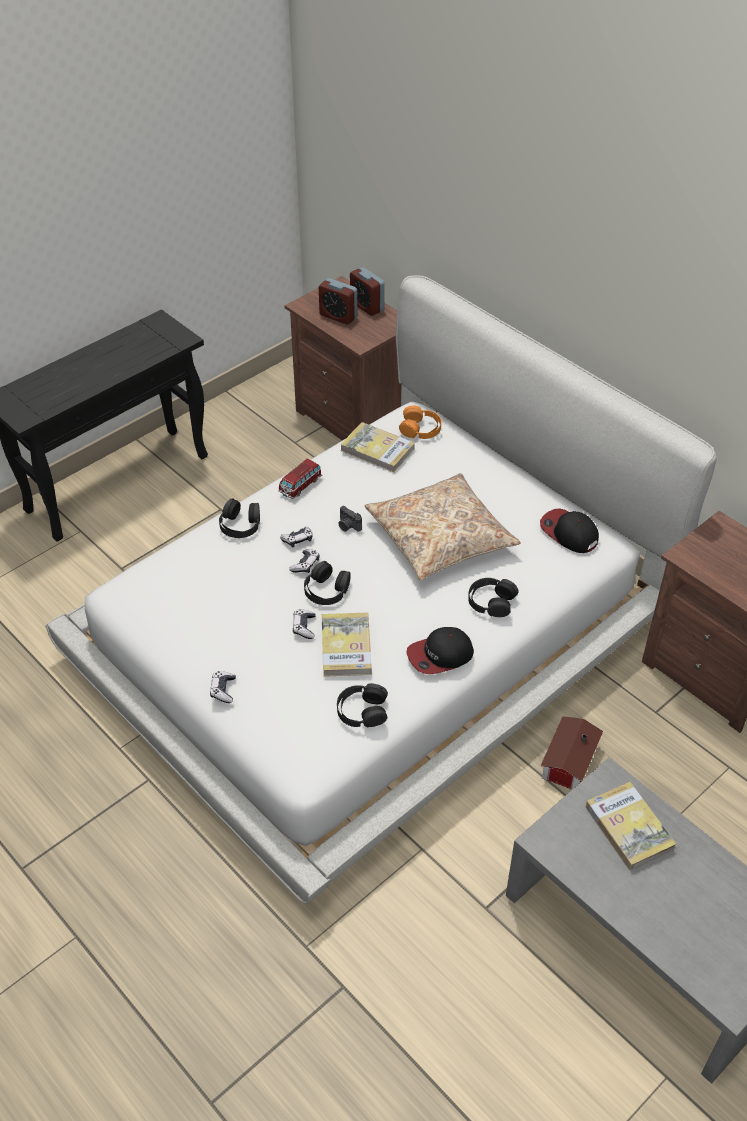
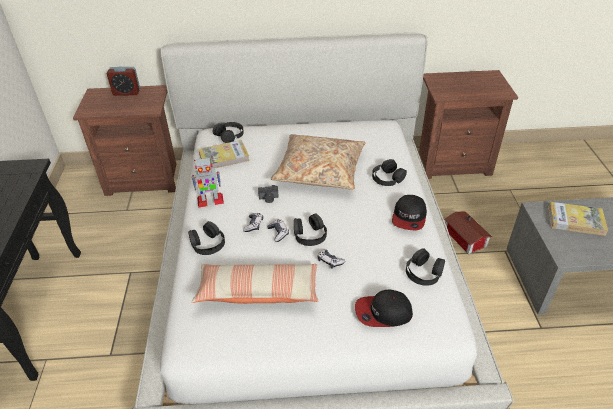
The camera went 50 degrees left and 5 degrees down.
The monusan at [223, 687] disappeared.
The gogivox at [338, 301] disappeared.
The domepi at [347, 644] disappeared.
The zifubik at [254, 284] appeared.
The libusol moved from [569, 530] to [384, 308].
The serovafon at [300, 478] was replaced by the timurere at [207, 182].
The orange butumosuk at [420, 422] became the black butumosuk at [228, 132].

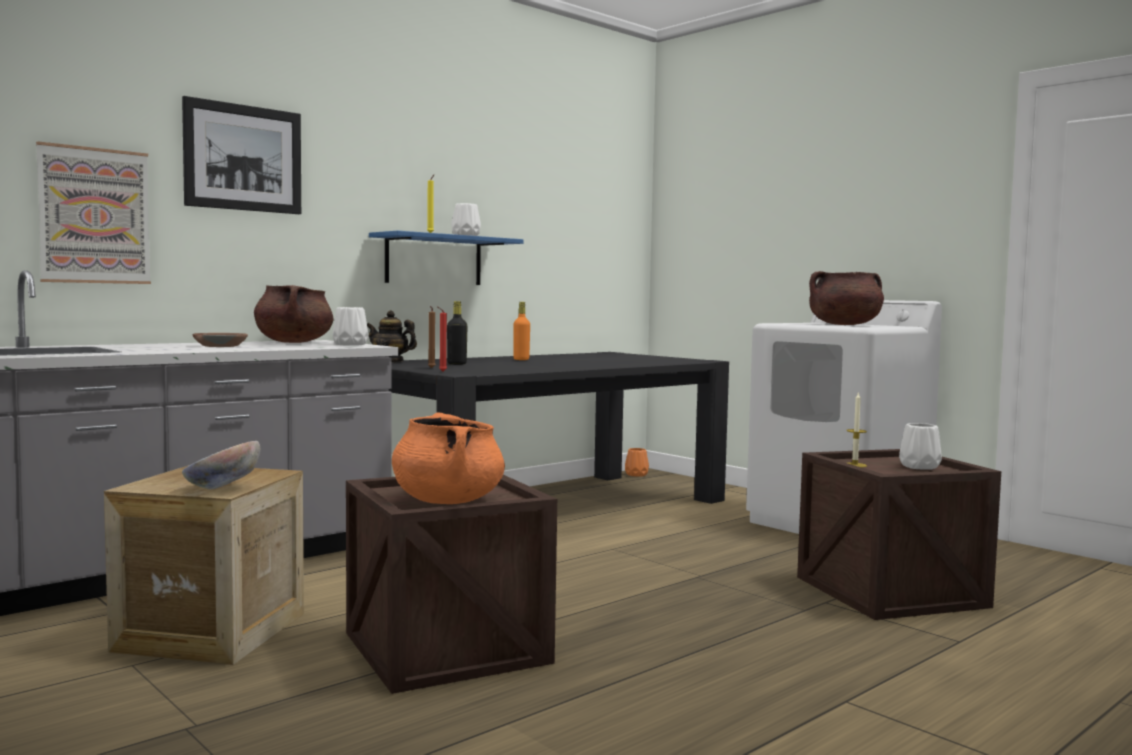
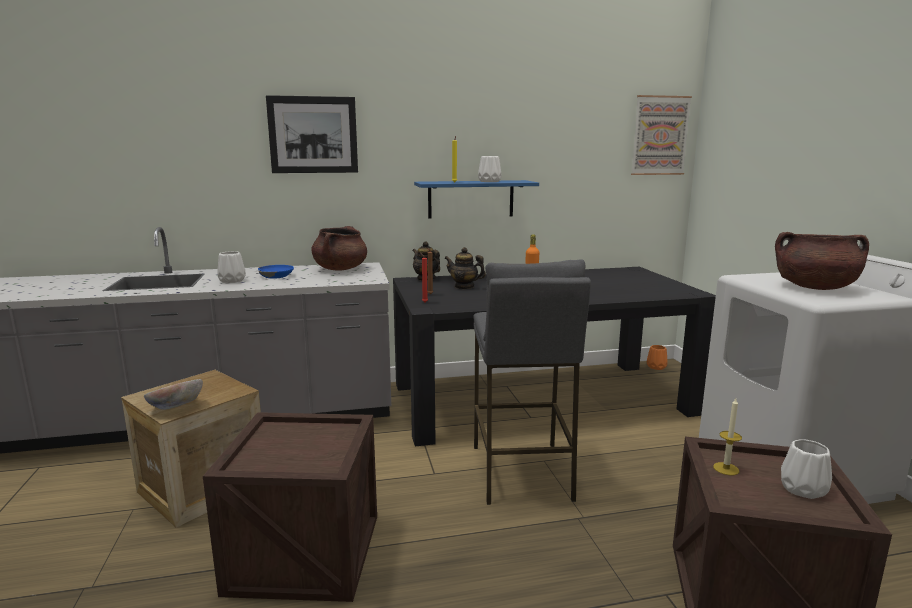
The camera went 30 degrees right and 10 degrees up.
The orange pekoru at [448, 458] disappeared.
The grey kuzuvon at [532, 382] appeared.
The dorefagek moved from [93, 212] to [661, 135].
The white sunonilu moved from [350, 326] to [231, 267].
The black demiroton at [457, 333] was replaced by the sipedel at [465, 268].
The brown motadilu at [220, 340] became the blue motadilu at [276, 272].

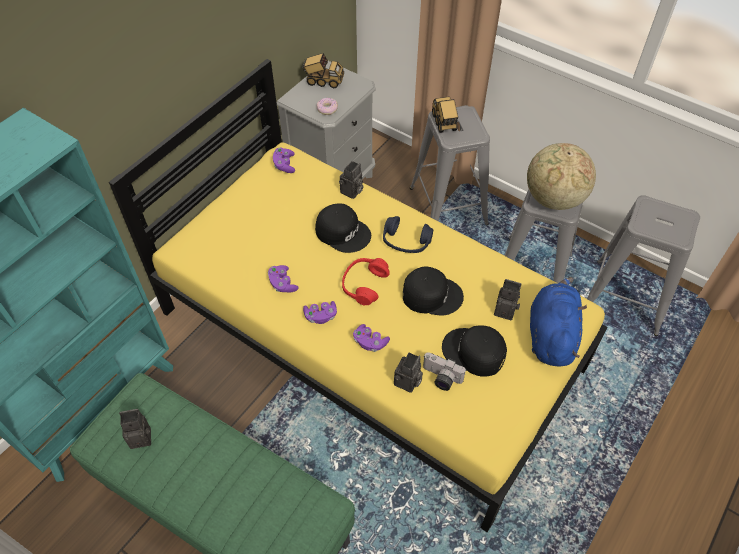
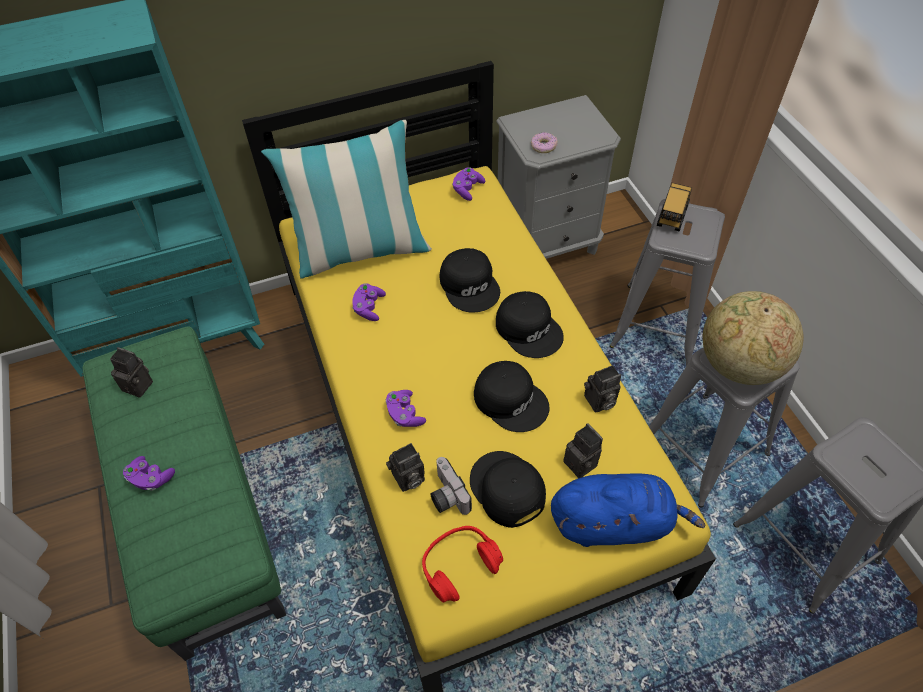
The camera went 35 degrees right and 0 degrees up.
The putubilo at [323, 70] disappeared.
The zifubik at [346, 199] appeared.
The purple monusan moved from [320, 312] to [149, 473].
The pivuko moved from [351, 180] to [602, 389].
The red butumosuk moved from [365, 282] to [462, 564].
The blue butumosuk at [408, 234] was replaced by the black libusol at [530, 324].
The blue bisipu at [558, 321] turned 45 degrees clockwise.

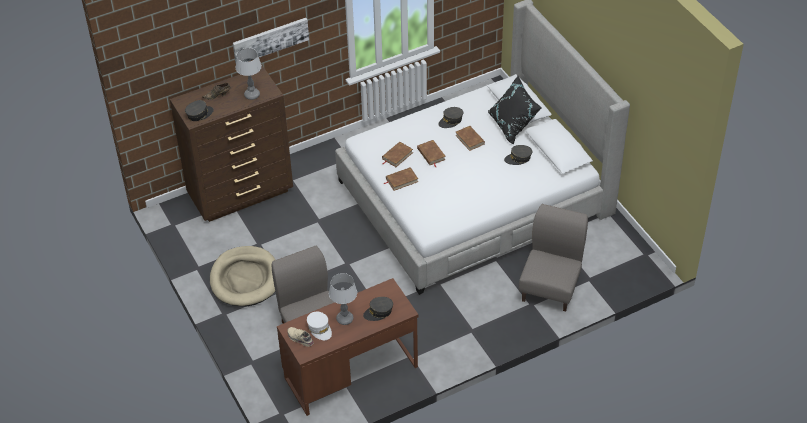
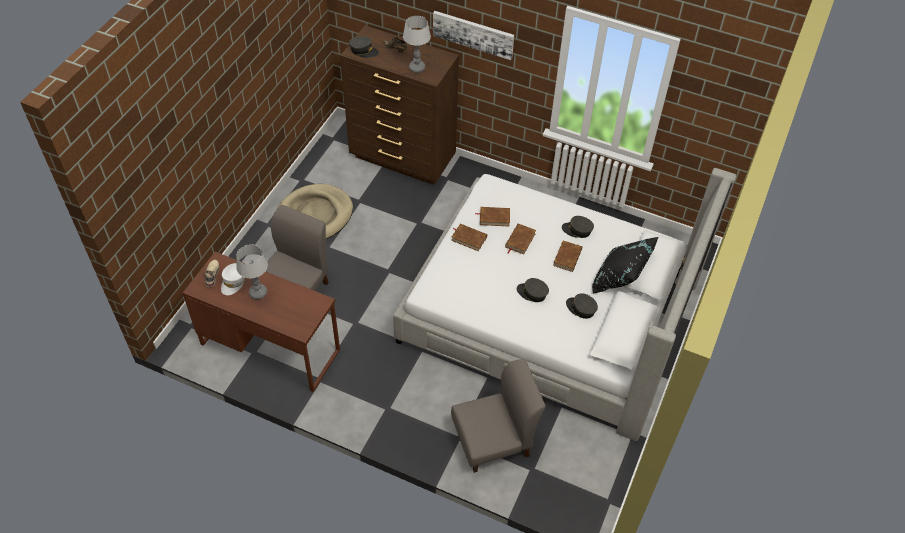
The camera went 50 degrees right and 5 degrees up.
The grey libusol moved from [378, 309] to [533, 290].

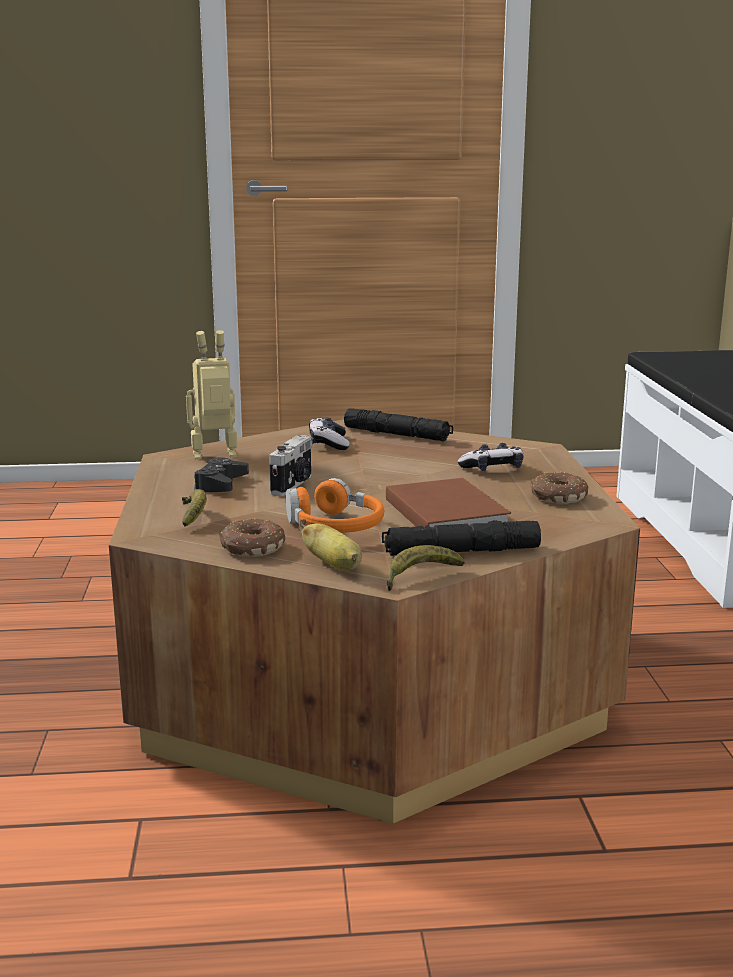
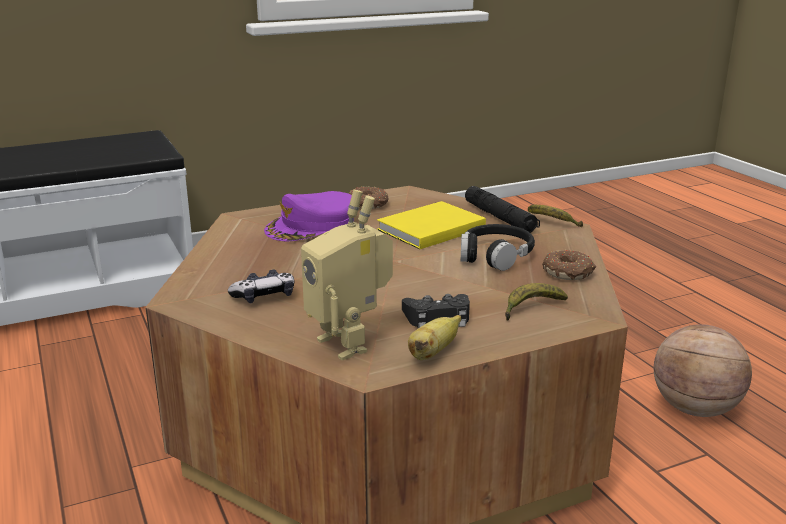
The camera went 110 degrees left and 5 degrees up.
The pivuko at [290, 465] disappeared.
The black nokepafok at [398, 425] disappeared.
The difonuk at [703, 370] appeared.
The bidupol moved from [330, 545] to [434, 337].
The monusan at [490, 457] was replaced by the purple libusol at [308, 216].
The orange butumosuk at [335, 505] became the black butumosuk at [498, 247].
The brown domepi at [448, 502] became the yellow domepi at [431, 225].

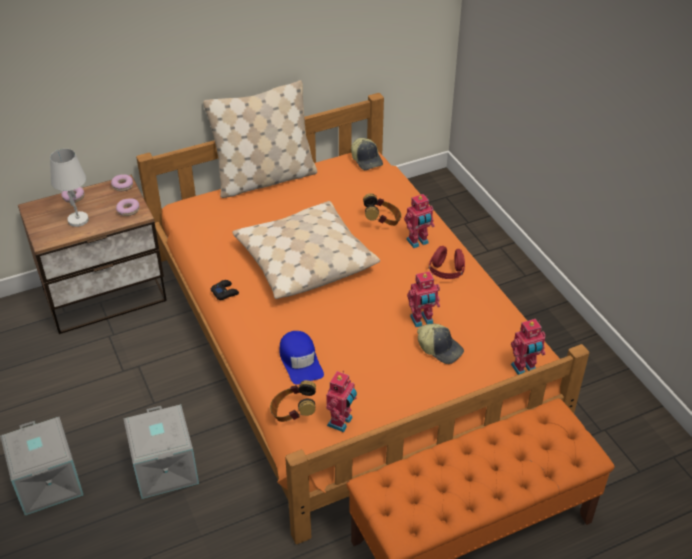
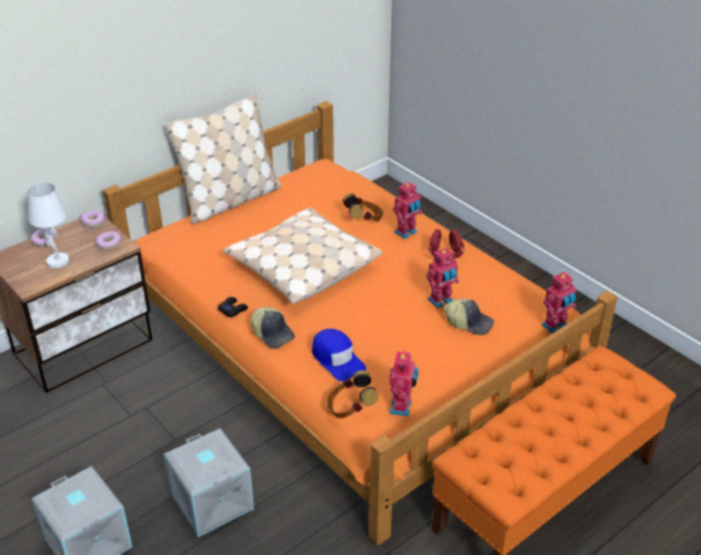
The camera went 15 degrees left and 5 degrees down.
The libusol moved from [367, 154] to [273, 328].

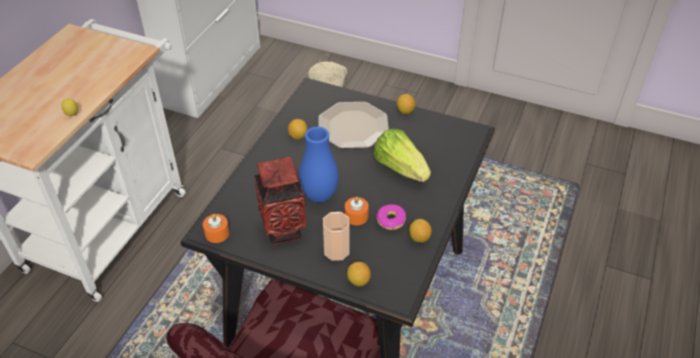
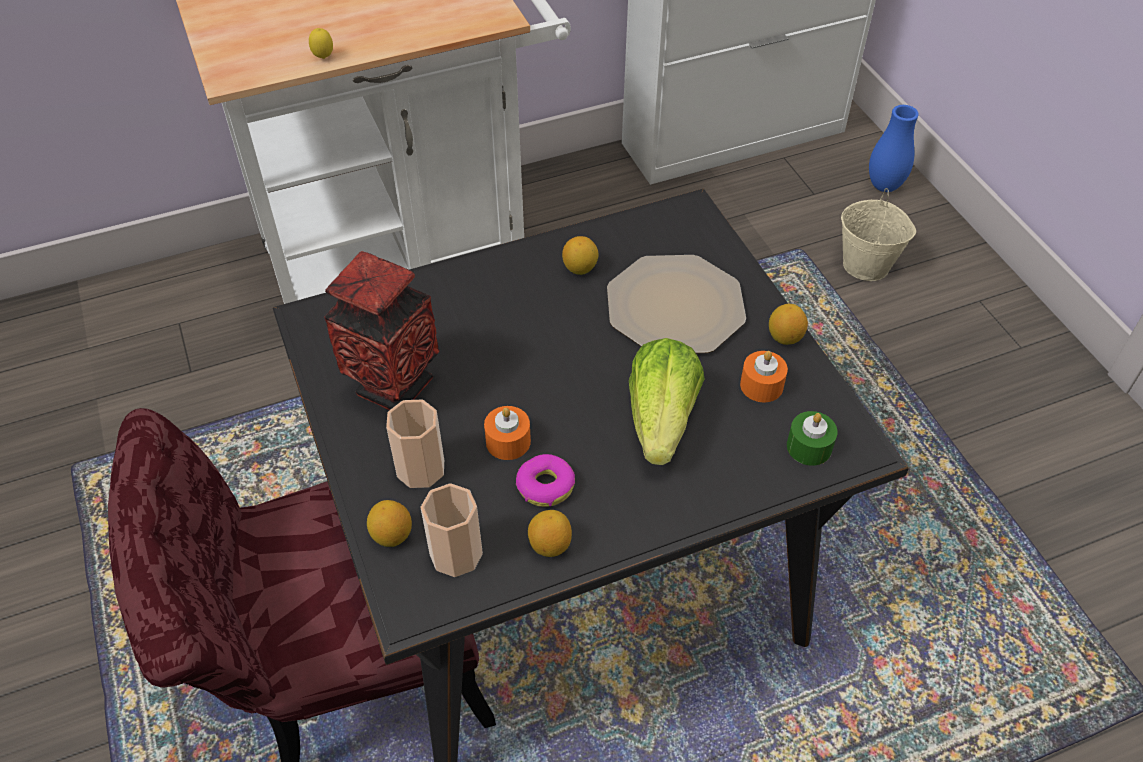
The camera went 45 degrees right and 5 degrees up.
The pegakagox at [452, 530] appeared.
The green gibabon at [812, 438] appeared.
The orange gibabon moved from [216, 228] to [764, 376].
The blue sunonilu moved from [319, 165] to [894, 148].

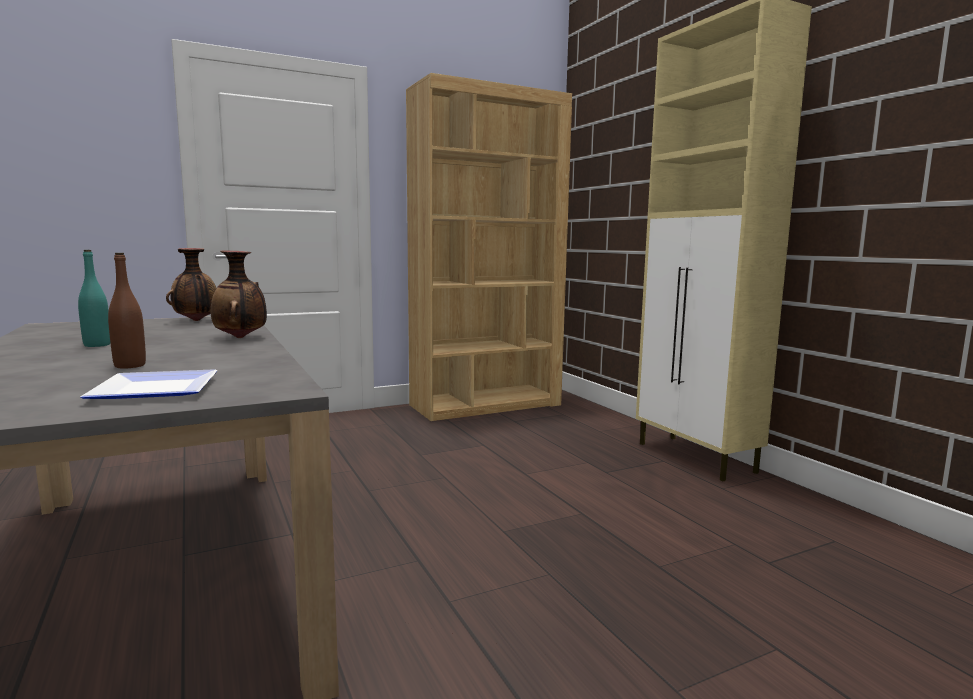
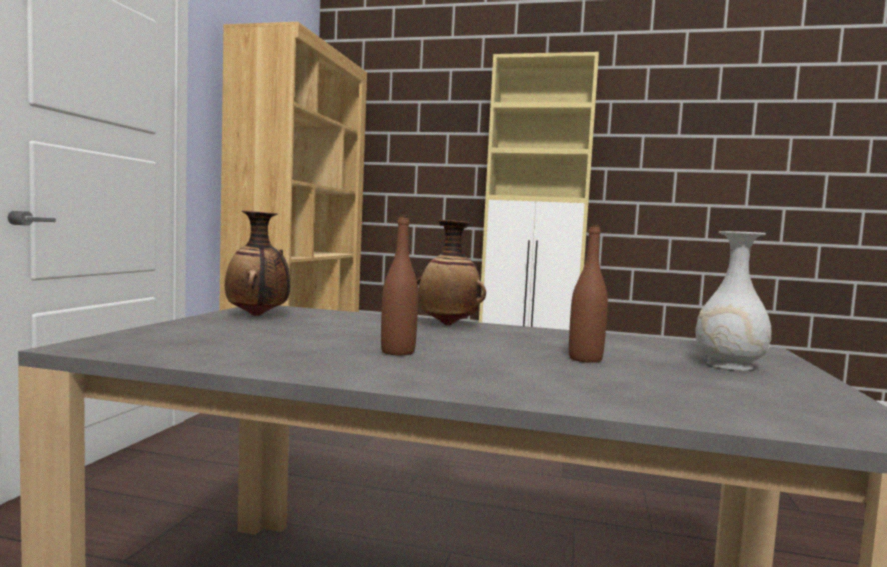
The camera went 50 degrees left and 5 degrees down.
The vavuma at [149, 384] was replaced by the white sunonilu at [733, 301].
The turquoise demiroton at [94, 298] became the brown demiroton at [399, 285].

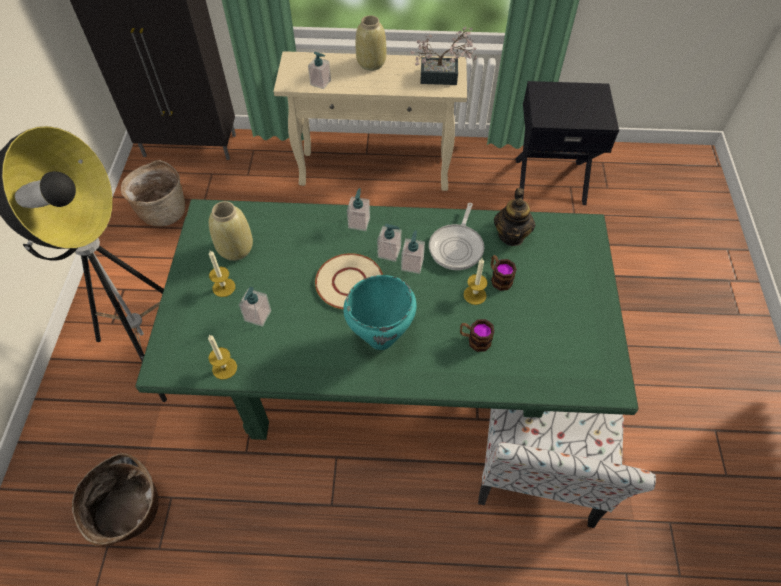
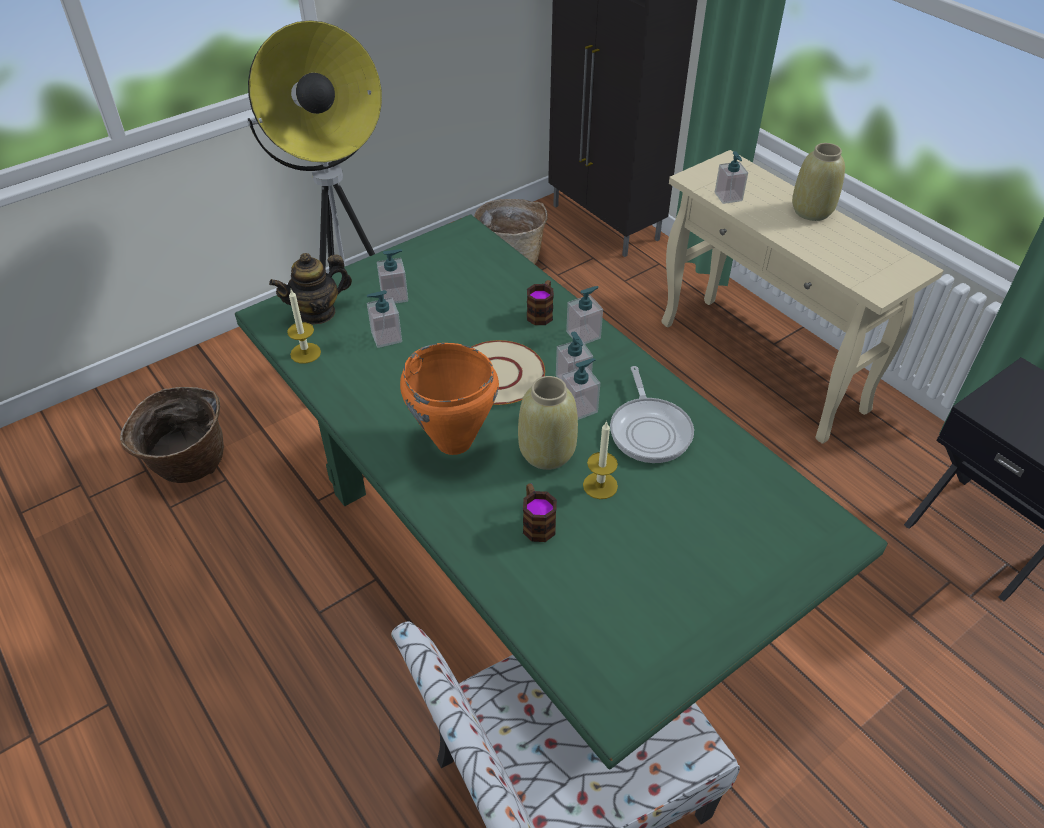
The camera went 50 degrees right and 10 degrees down.
The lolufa at [443, 55] disappeared.
The beige sunonilu moved from [231, 231] to [548, 423].
The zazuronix moved from [504, 273] to [540, 302].
The sipedel moved from [515, 217] to [310, 289].
The gibabon at [222, 273] was replaced by the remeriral at [392, 276].
The turquoise pekoru at [380, 312] became the orange pekoru at [449, 399].
The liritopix at [456, 236] turned 75 degrees counterclockwise.

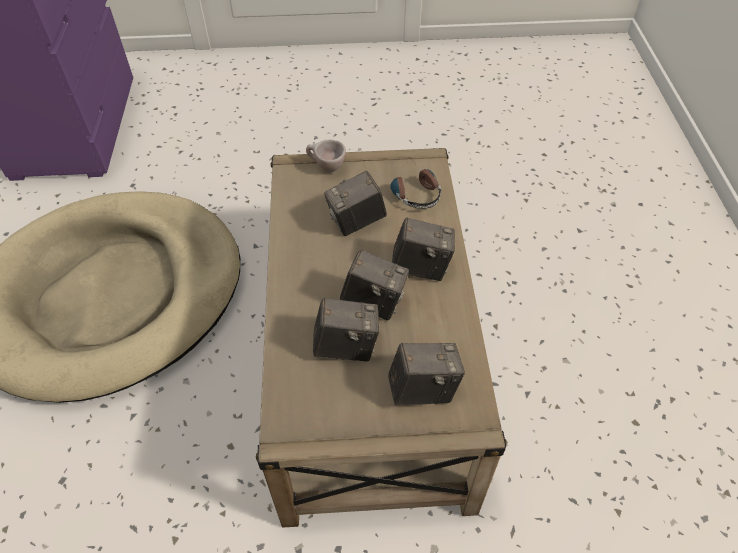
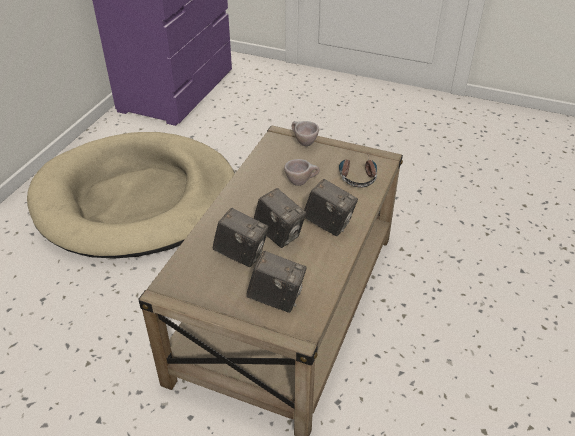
The camera went 25 degrees right and 10 degrees down.
The pivuko at [355, 203] was replaced by the beige pegakagox at [302, 172].

